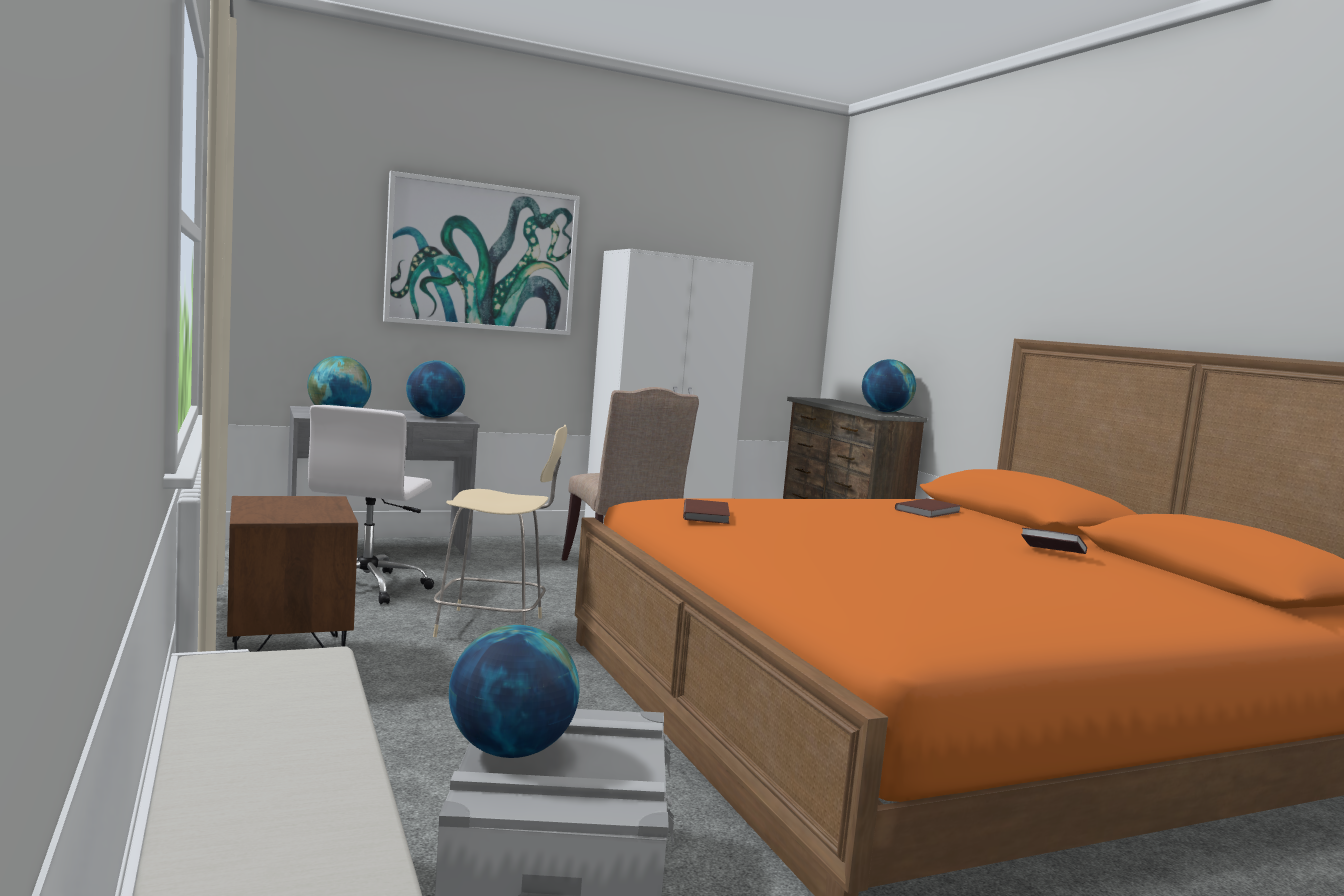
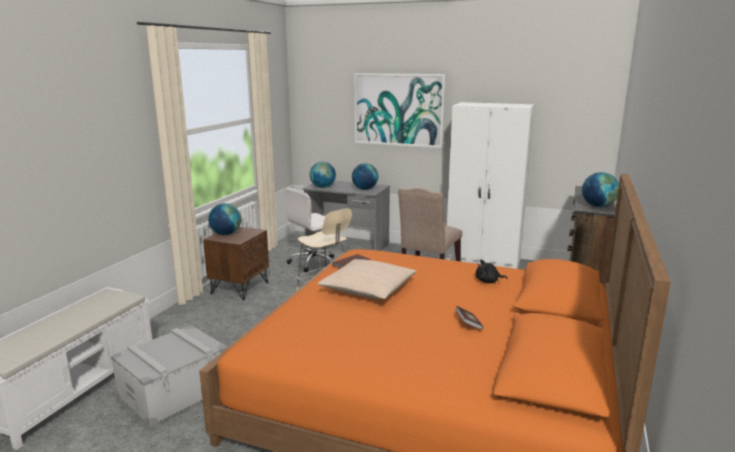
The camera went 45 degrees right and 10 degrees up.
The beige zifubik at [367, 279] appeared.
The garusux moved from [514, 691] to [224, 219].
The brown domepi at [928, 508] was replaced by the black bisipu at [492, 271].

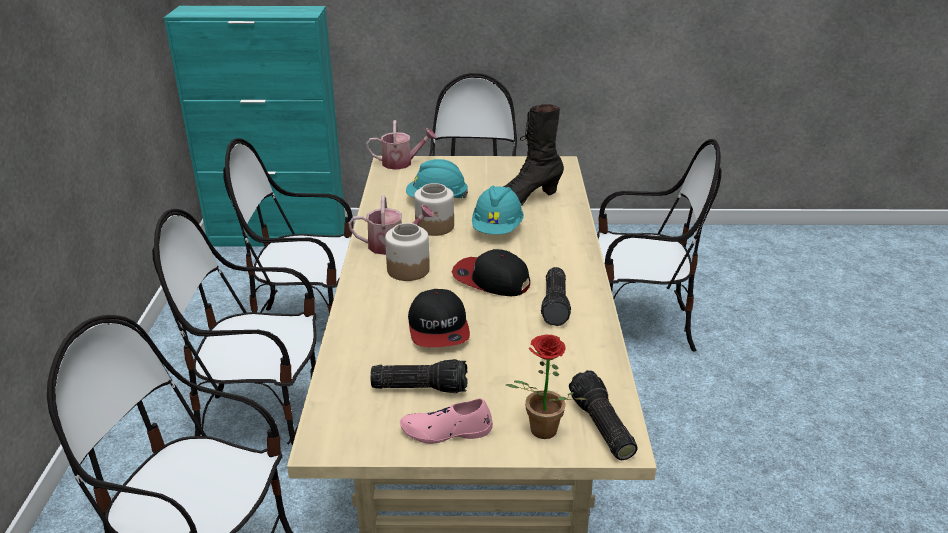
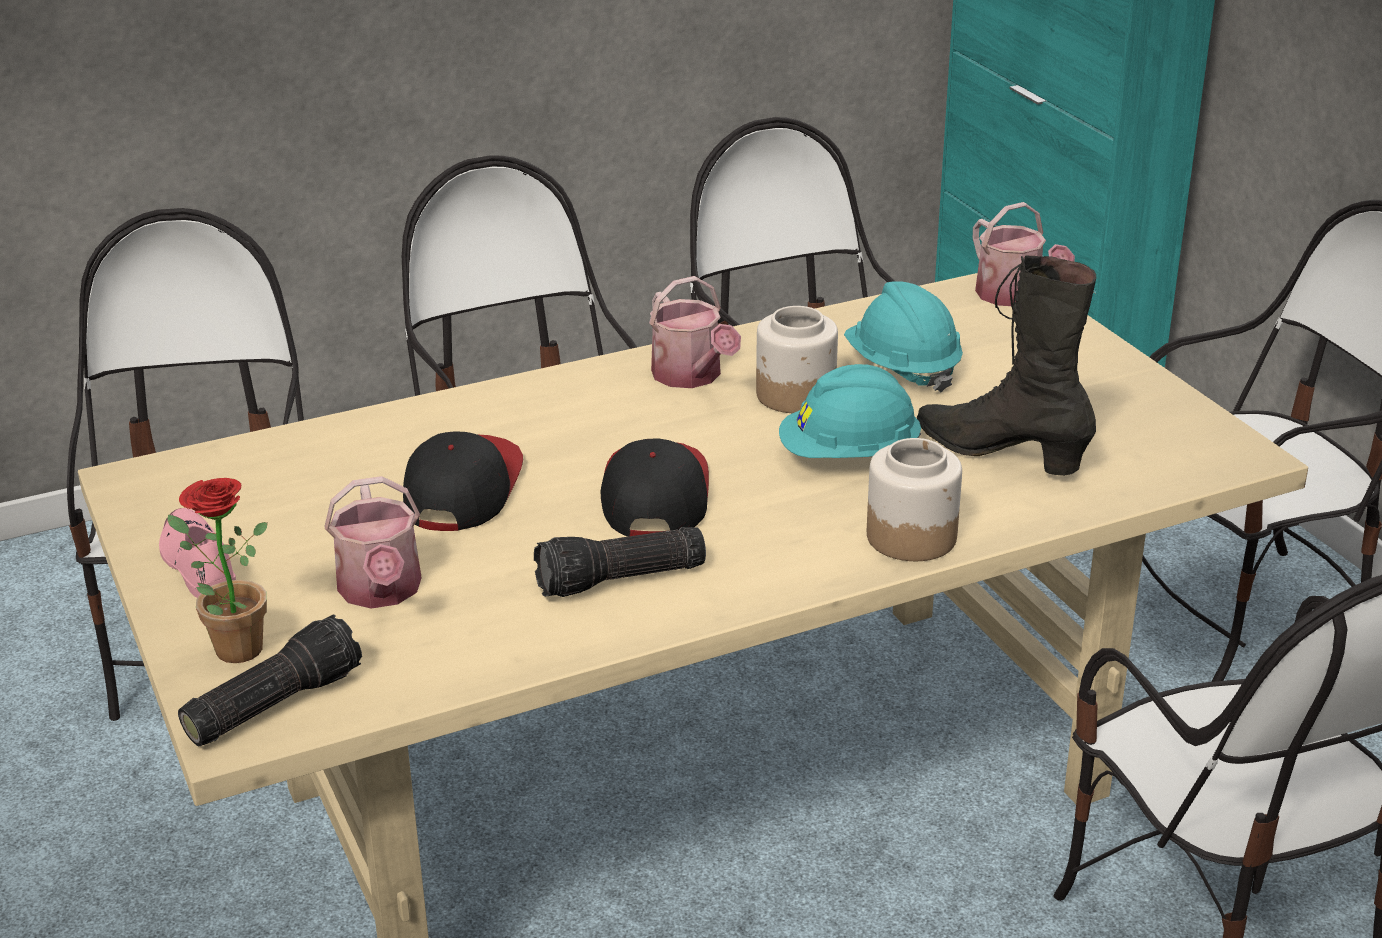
The camera went 65 degrees right and 0 degrees up.
The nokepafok at [419, 376] disappeared.
The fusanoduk at [373, 542] appeared.
The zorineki moved from [407, 252] to [914, 499].
The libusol at [439, 318] turned 135 degrees clockwise.

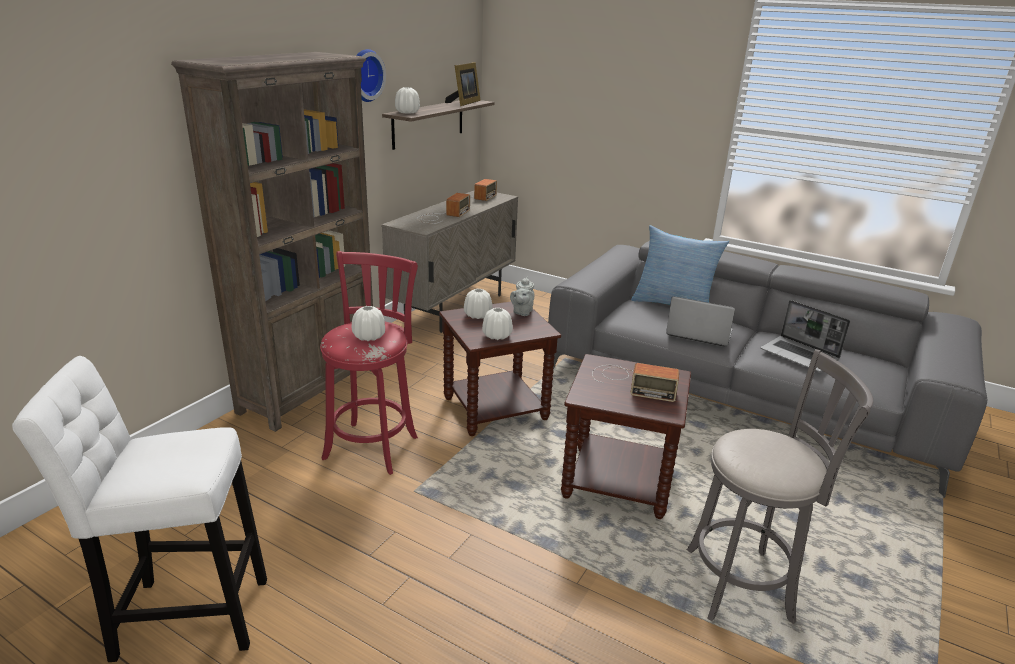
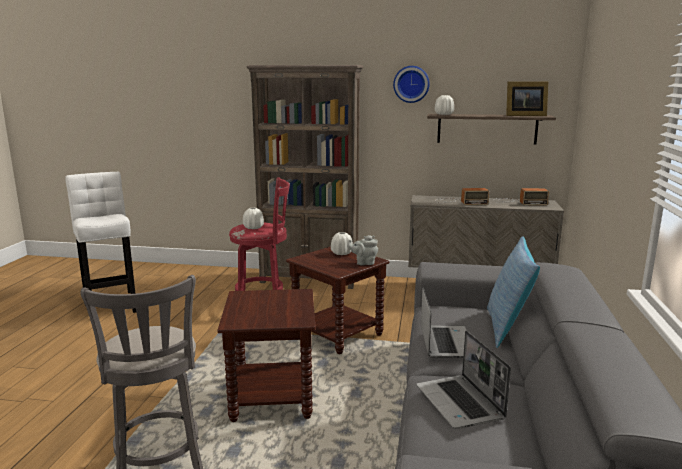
The camera went 70 degrees right and 10 degrees down.
The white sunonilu at [497, 324] disappeared.
The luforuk at [635, 382] disappeared.
The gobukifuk at [805, 336] turned 45 degrees counterclockwise.

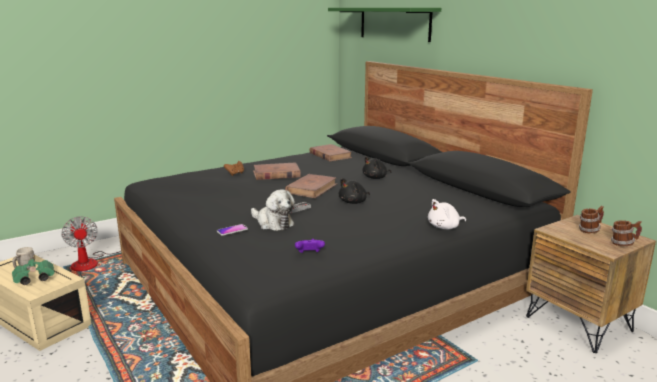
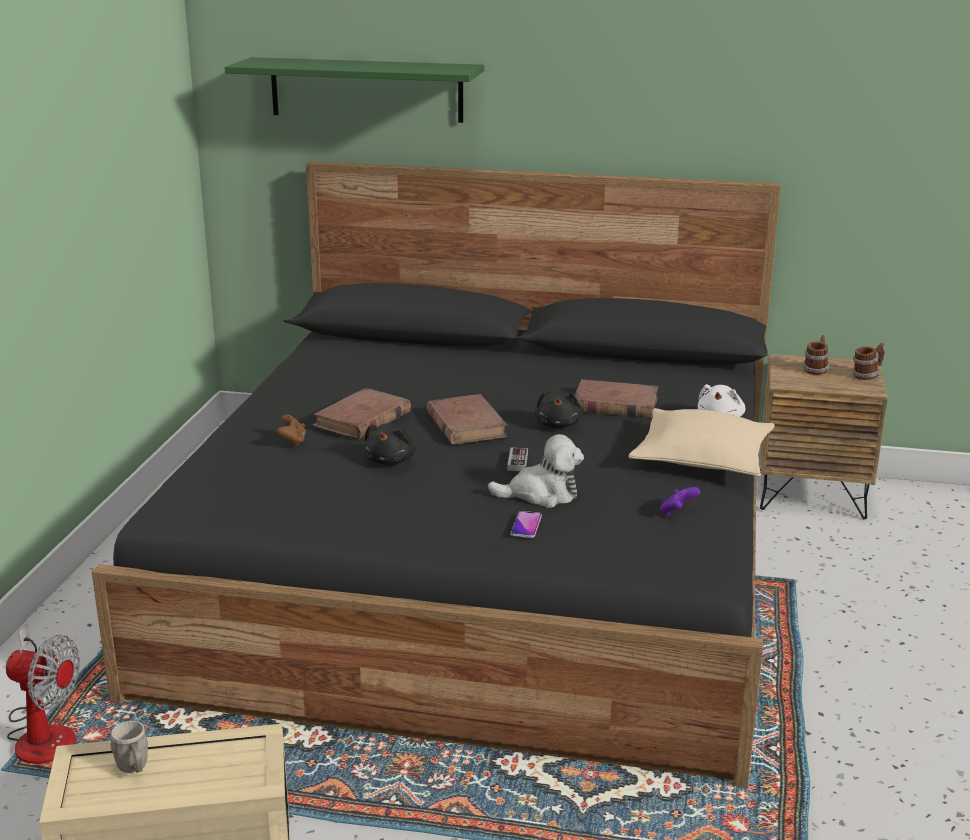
The camera went 45 degrees left and 5 degrees up.
The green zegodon at [33, 272] disappeared.
The beige zifubik at [701, 442] appeared.
The brown domepi moved from [330, 152] to [616, 398].
The black bisipu moved from [376, 167] to [390, 444].

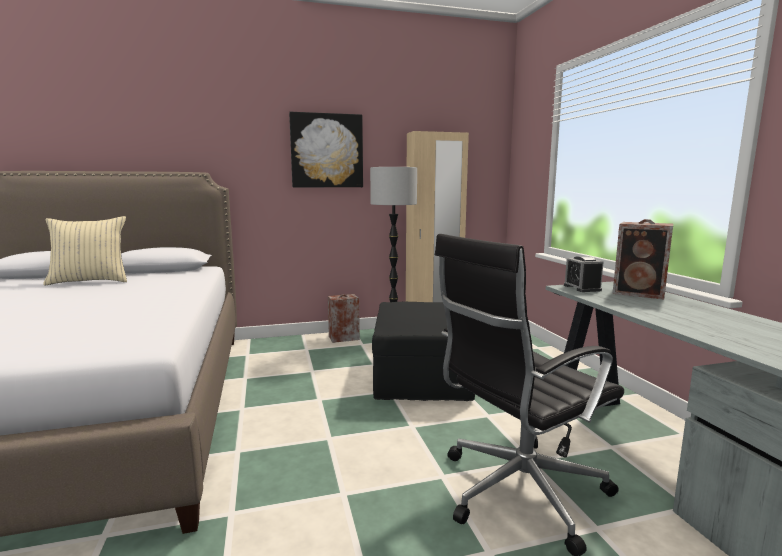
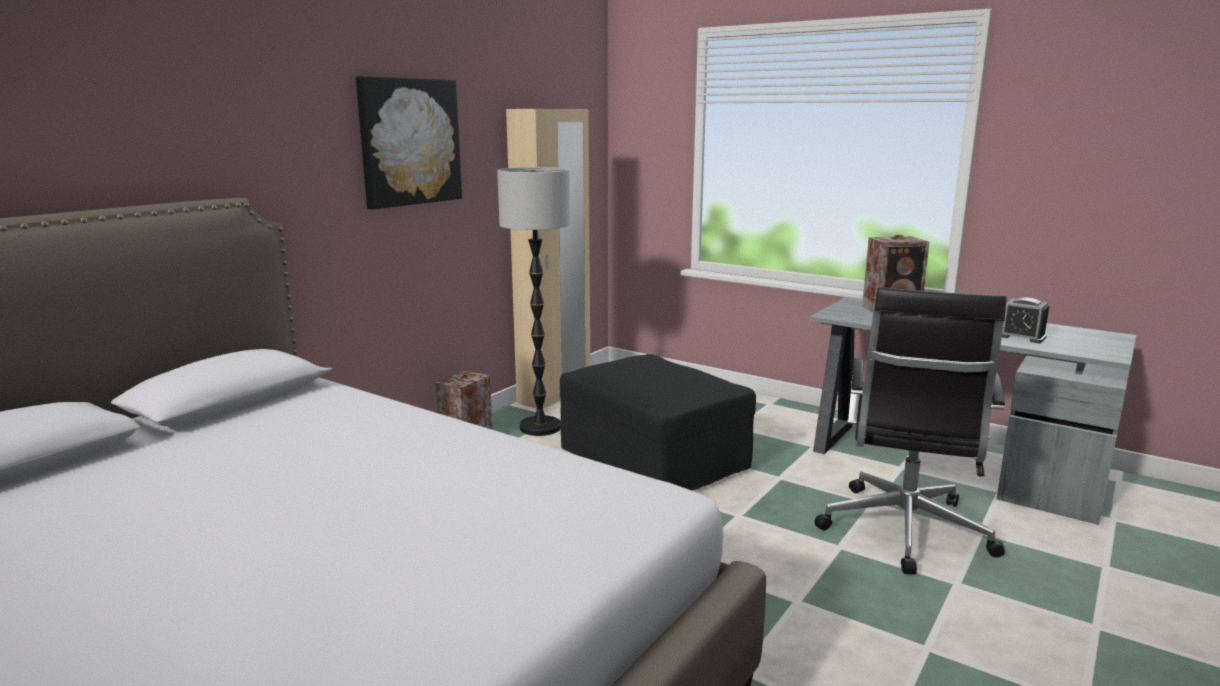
The camera went 40 degrees left and 5 degrees up.
The beige zifubik at [85, 250] disappeared.
The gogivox moved from [584, 274] to [1026, 320].

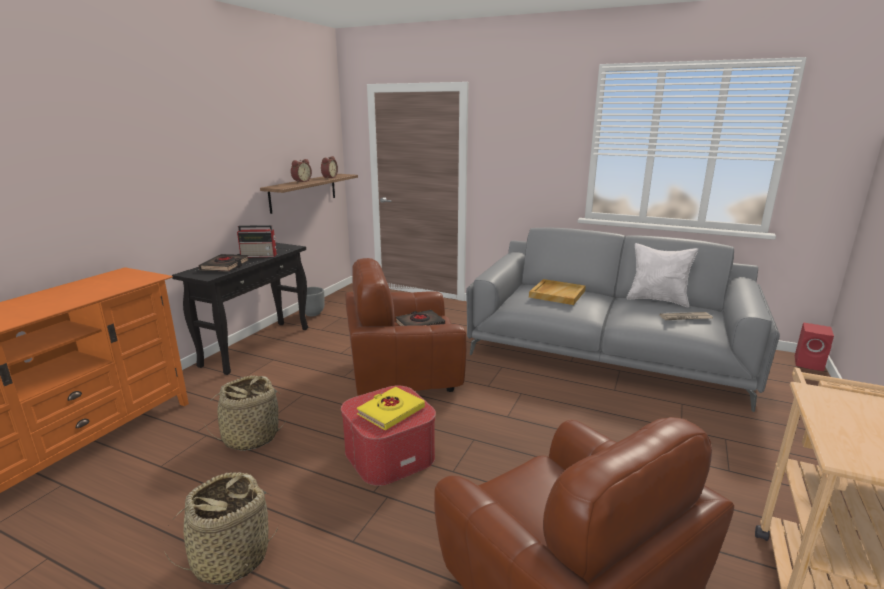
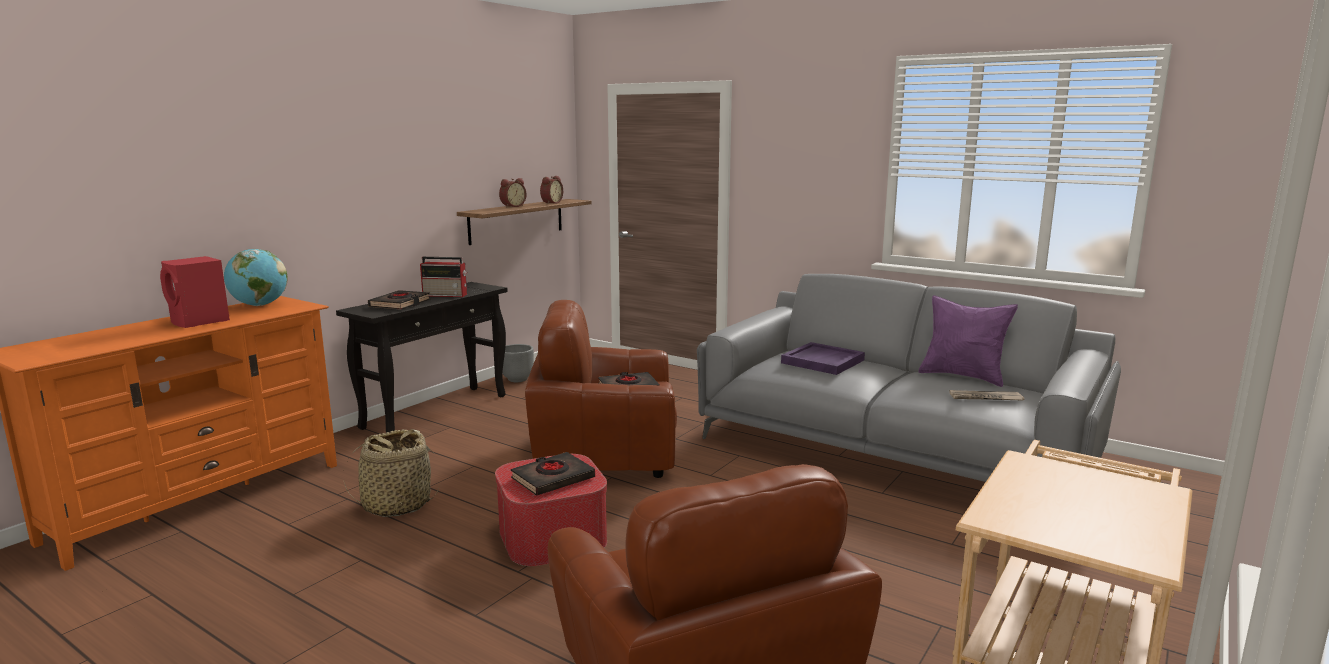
The camera went 10 degrees right and 5 degrees down.
The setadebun at [220, 528] disappeared.
The garusux at [256, 277] appeared.
The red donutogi moved from [814, 346] to [195, 292].
The yellow domepi at [391, 408] became the black domepi at [553, 474].
The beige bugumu at [557, 292] became the purple bugumu at [823, 358].
The white zifubik at [662, 275] became the purple zifubik at [968, 341].

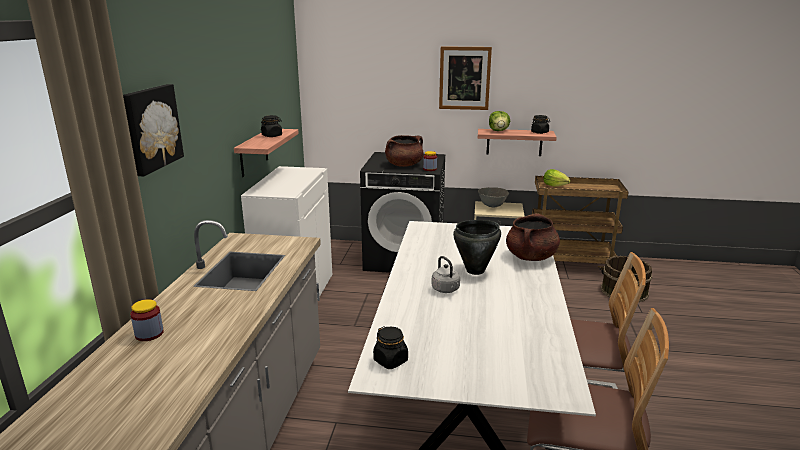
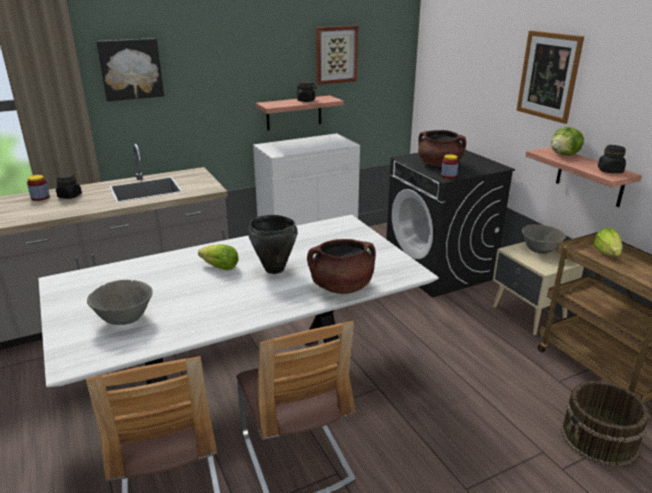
The camera went 55 degrees right and 5 degrees up.
The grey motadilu at [120, 302] appeared.
The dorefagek at [337, 55] appeared.
The black zorineki moved from [390, 347] to [69, 186].
The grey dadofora at [445, 274] was replaced by the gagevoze at [218, 257].

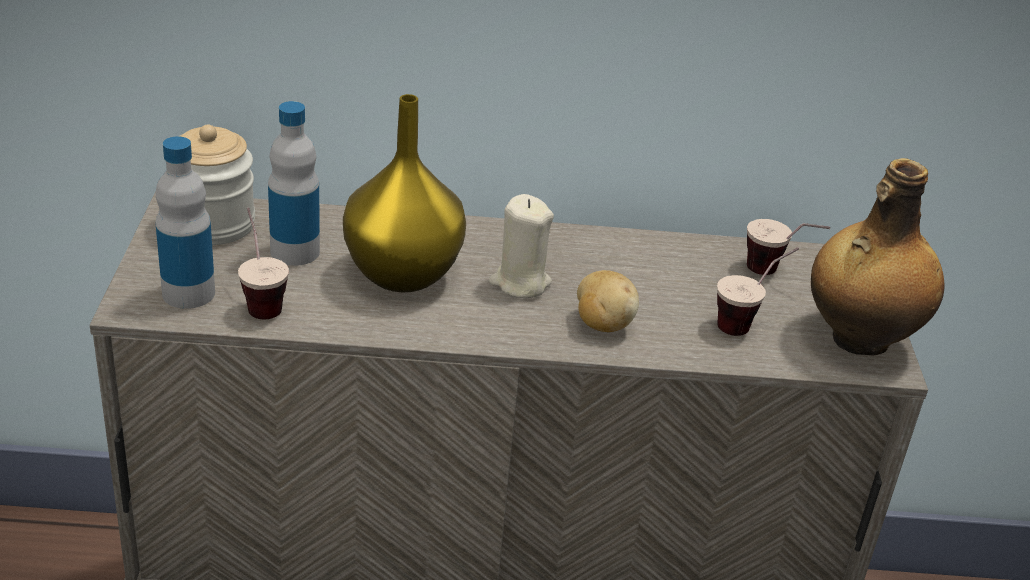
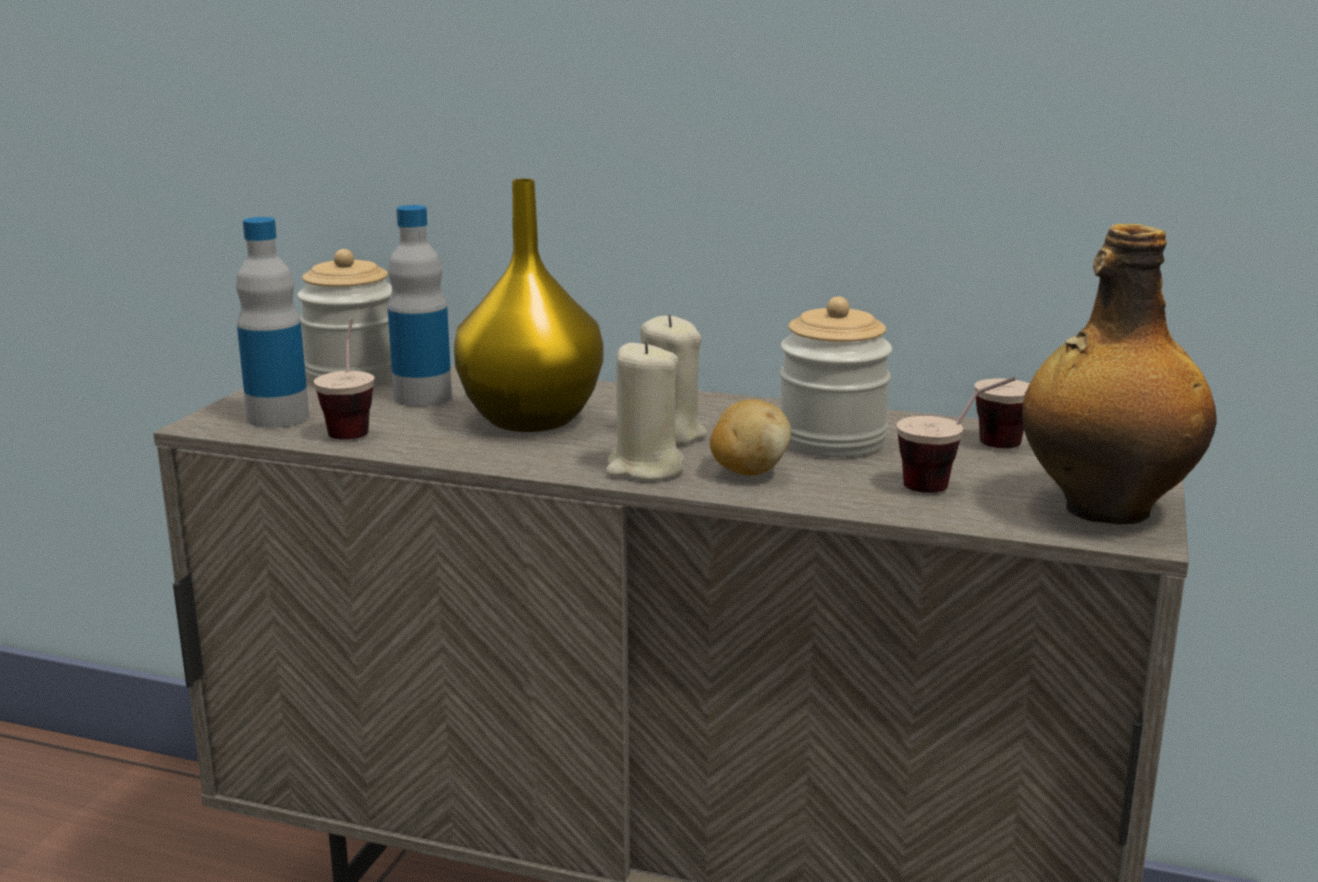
The camera went 20 degrees right and 15 degrees down.
The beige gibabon at [645, 410] appeared.
The zorineki at [836, 377] appeared.

